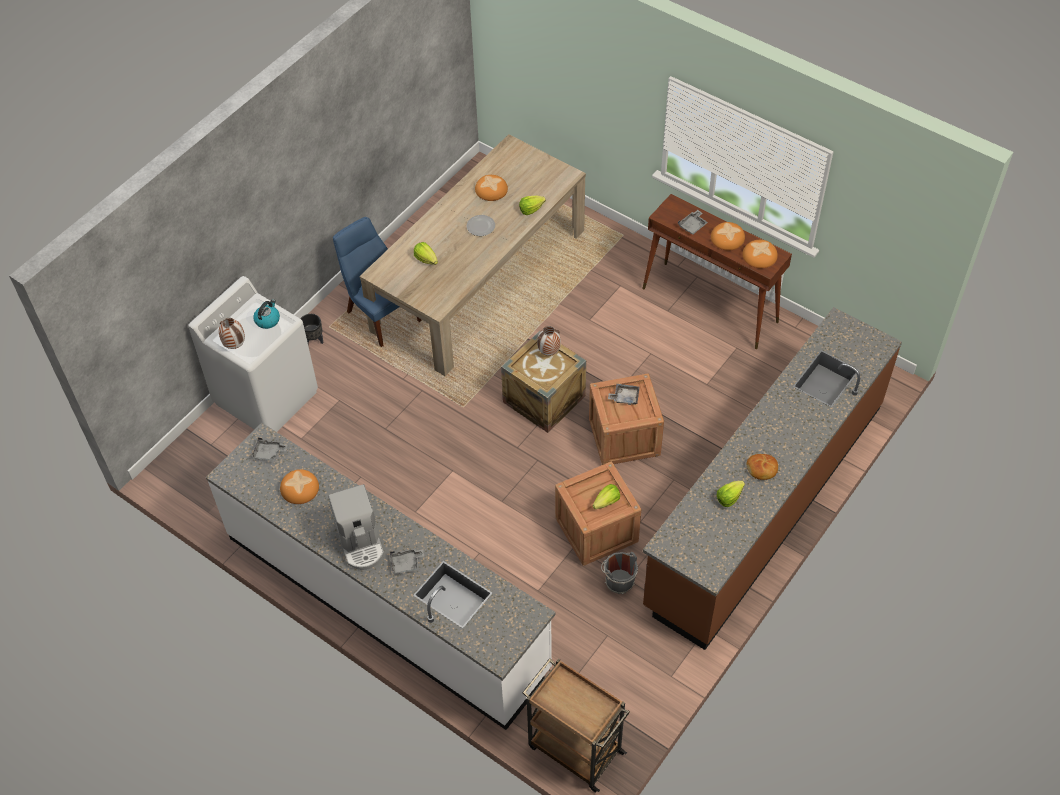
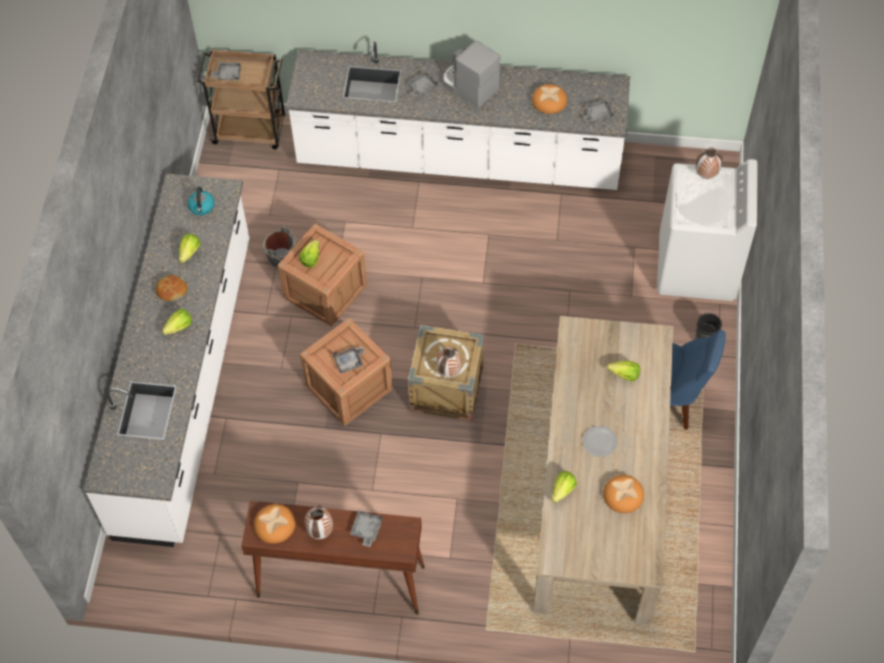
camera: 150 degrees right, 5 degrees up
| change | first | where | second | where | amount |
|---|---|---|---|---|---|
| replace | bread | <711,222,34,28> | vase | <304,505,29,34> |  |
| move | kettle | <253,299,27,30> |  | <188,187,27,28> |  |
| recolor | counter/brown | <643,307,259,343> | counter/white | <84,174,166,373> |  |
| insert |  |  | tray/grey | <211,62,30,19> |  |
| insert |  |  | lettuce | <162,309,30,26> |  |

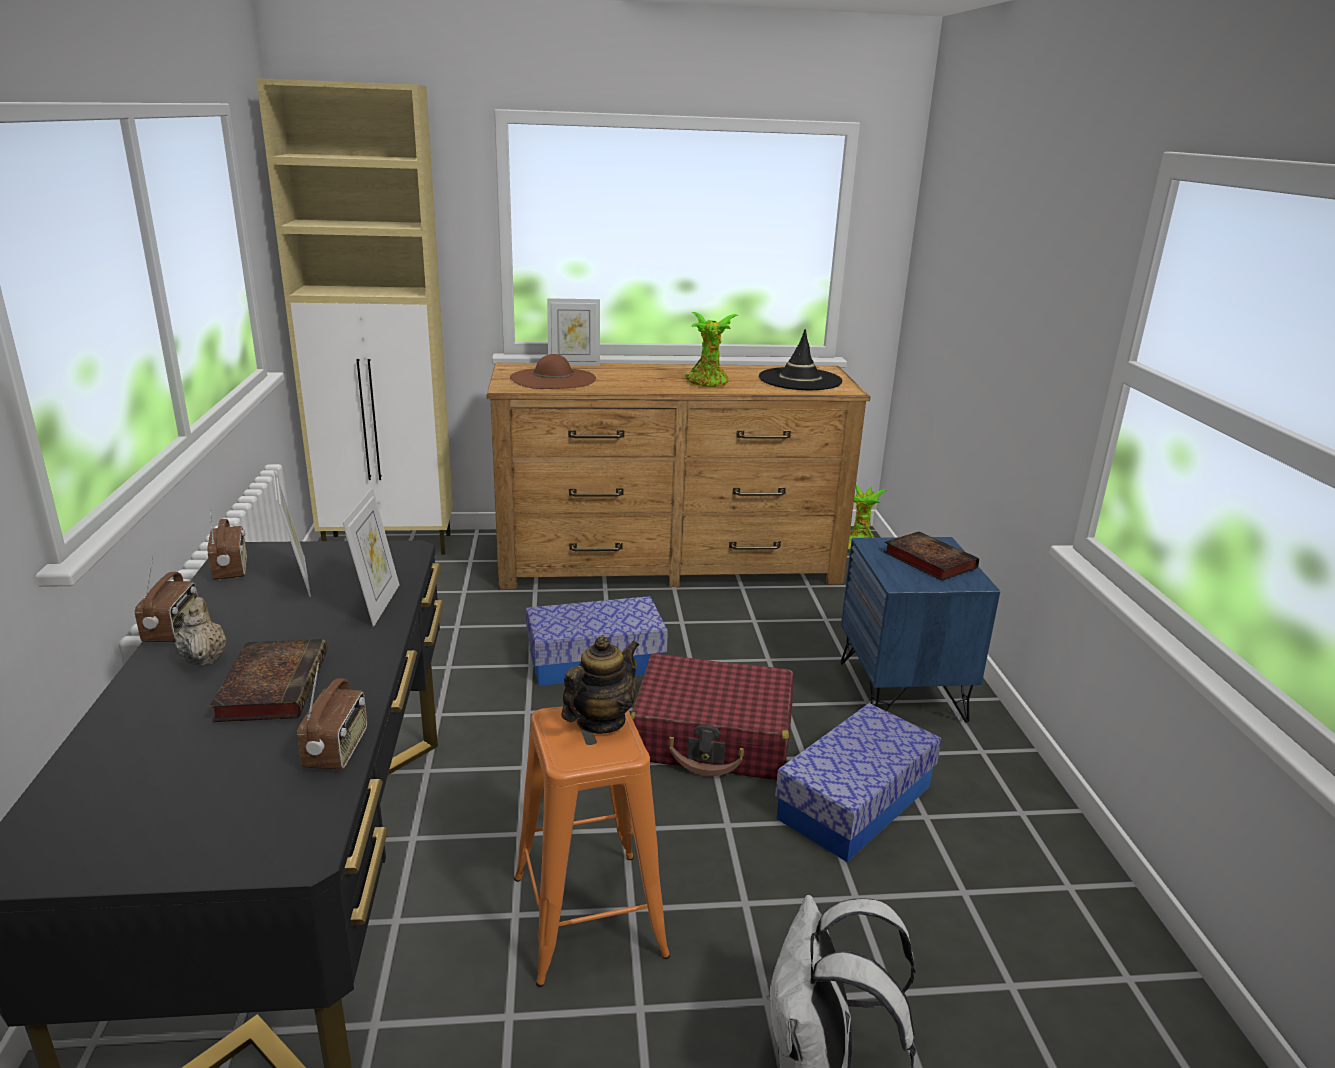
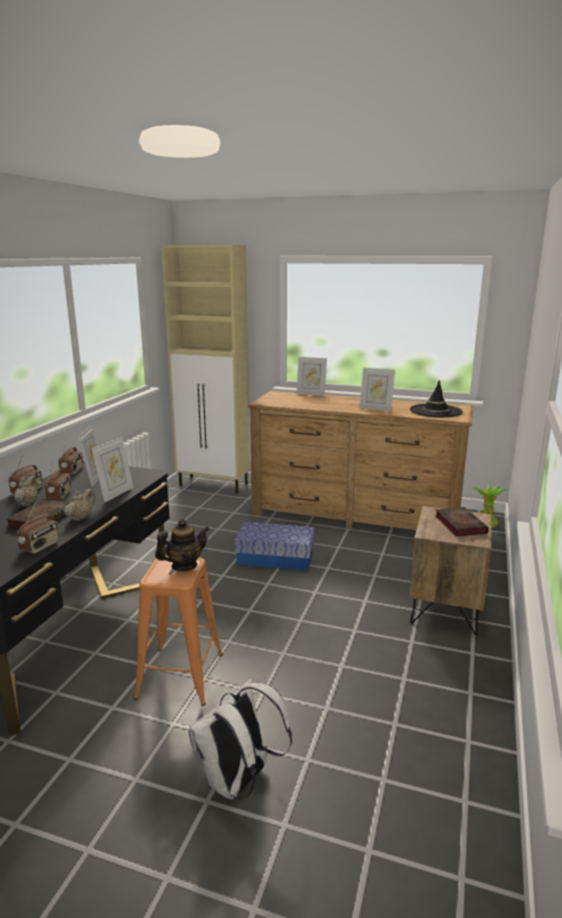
camera: 25 degrees right, 5 degrees down
| change | first | where | second | where | amount |
|---|---|---|---|---|---|
| replace | potted plant | <686,312,52,75> | picture frame | <359,368,36,43> |  |
| delete | hat/brown | <510,354,86,35> |  |  |  |
| recolor | nightstand/blue | <841,537,159,185> | nightstand/brown | <409,506,82,129> |  |
| delete | suitcase/red | <631,653,162,127> |  |  |  |
| delete | storage box | <775,703,167,159> |  |  |  |
| insert |  |  | radio | <44,463,28,37> |  |
| insert |  |  | teapot/beige | <64,489,31,32> |  |

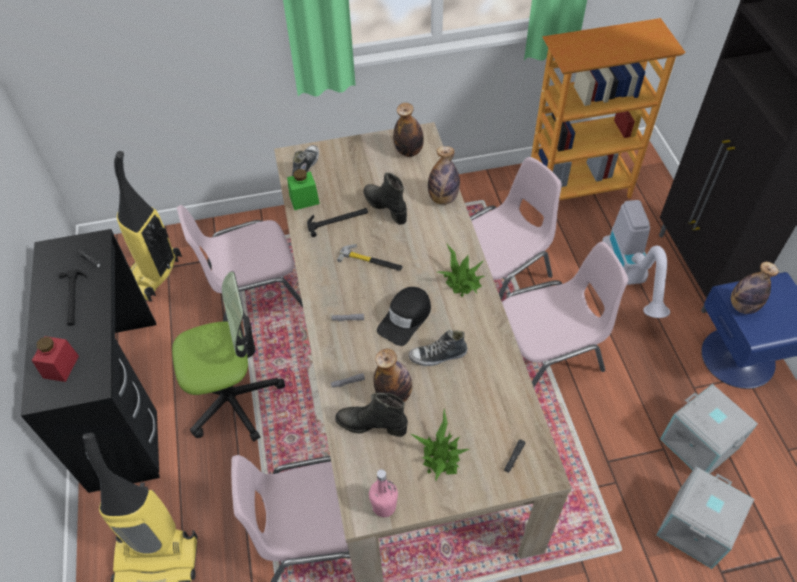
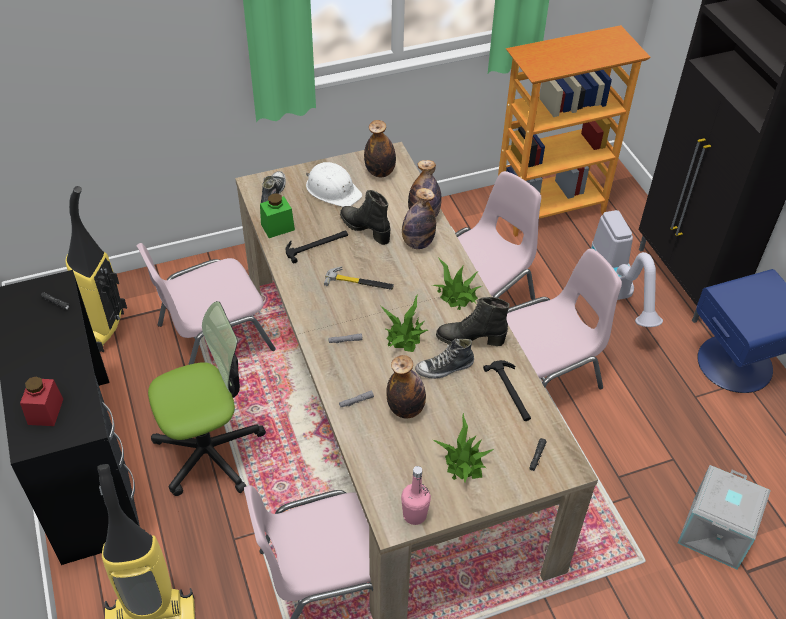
camera: 10 degrees left, 5 degrees down
| change | first | where | second | where | amount |
|---|---|---|---|---|---|
| move | bottle | <731,262,48,52> |  | <402,188,34,61> |  |
| move | hammer | <59,269,28,57> |  | <483,360,48,61> |  |
| replace | cap/black | <377,287,54,59> | potted plant | <381,294,47,58> |  |
| delete | storage box/grey | <660,384,98,90> |  |  |  |
| move | boot/black | <335,393,73,44> |  | <436,297,74,49> |  |
| insert |  |  | hard hat/white | <306,162,56,45> |  |

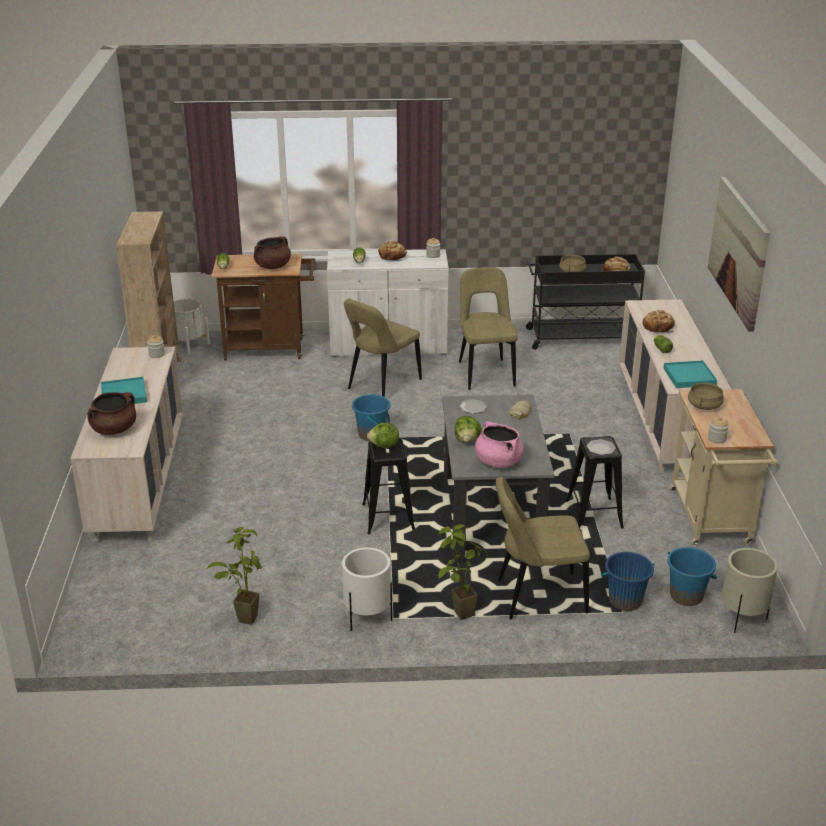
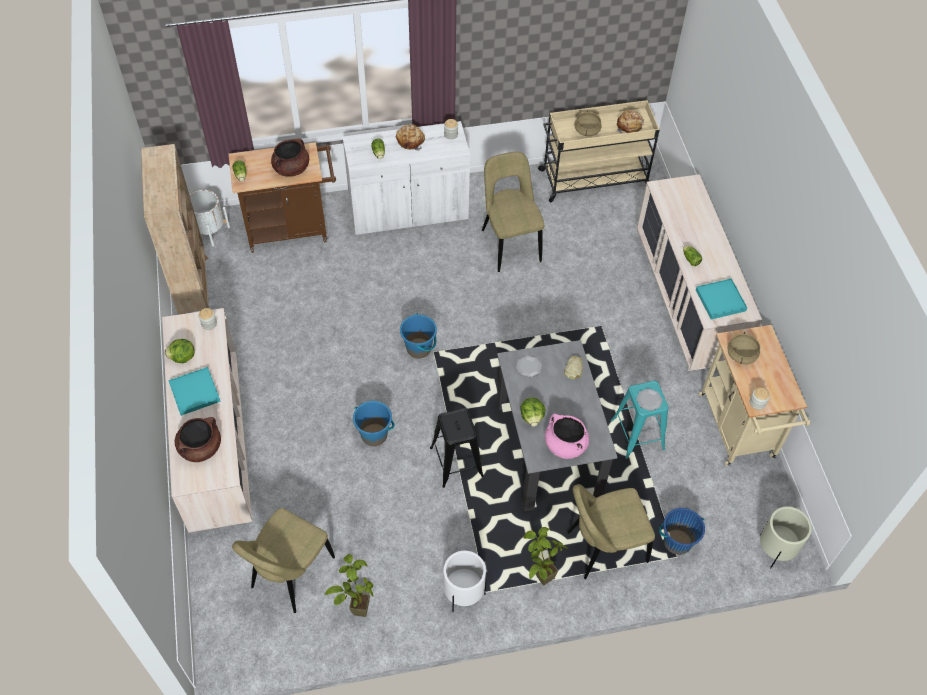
camera: 10 degrees left, 25 degrees up
| change | first | where | second | where | amount |
|---|---|---|---|---|---|
| delete | picture | <708,177,62,155> |  |  |  |
| recolor | cart/black | <526,254,119,96> | cart/beige | <538,100,122,102> |  |
| move | chair/beige | <344,299,78,98> |  | <232,508,103,105> |  |
| delete | bread | <643,310,32,23> |  |  |  |
| move | lettuce | <367,423,32,26> |  | <164,339,31,25> |  |
| recolor | stool/black | <566,436,58,92> | stool/turquoise | <611,381,58,78> |  |
| move | bucket/blue | <667,547,50,59> |  | <353,401,42,45> |  |

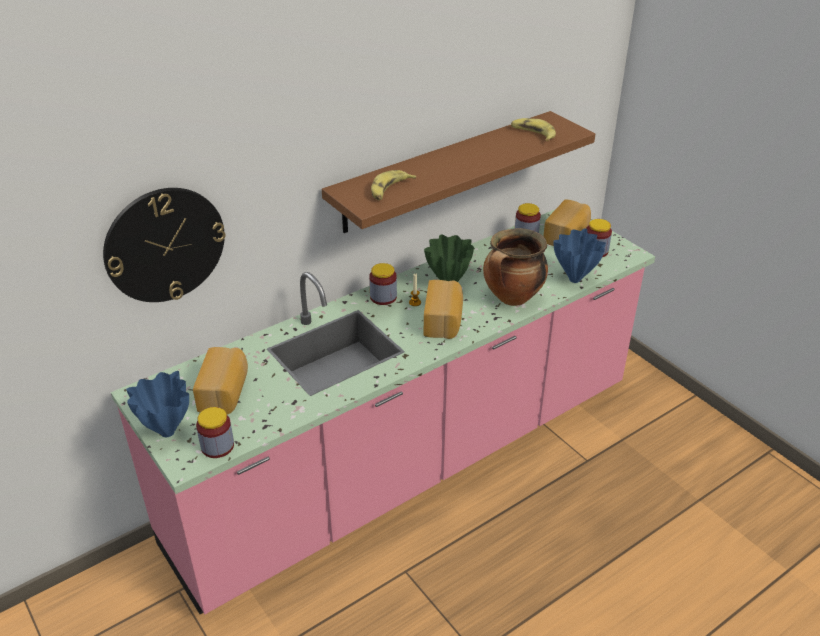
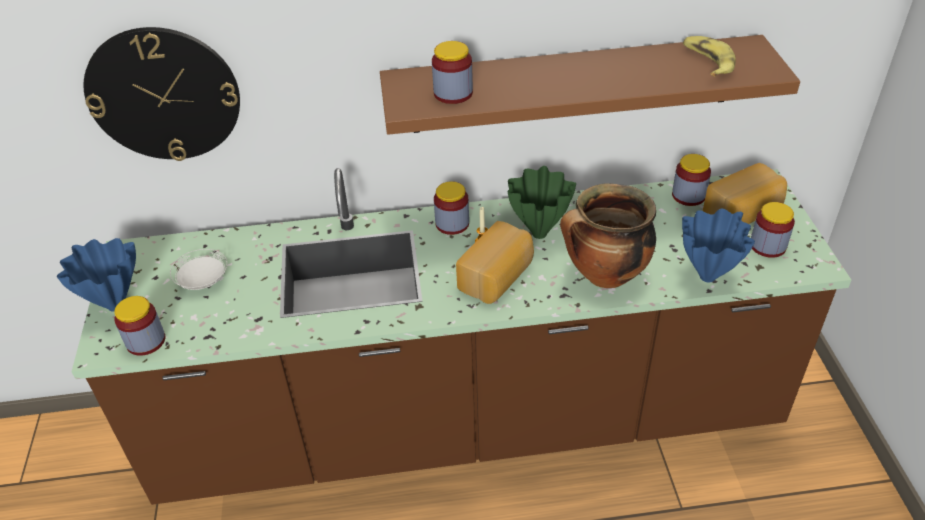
camera: 30 degrees right, 5 degrees up
| change | first | where | second | where | amount |
|---|---|---|---|---|---|
| replace | banana | <371,170,45,30> | jar | <432,41,41,63> |  |
| recolor | counter/pink | <111,210,544,404> | counter/brown | <72,168,779,337> |  |
| replace | bread | <193,347,55,68> | plate/white | <170,249,57,41> |  |

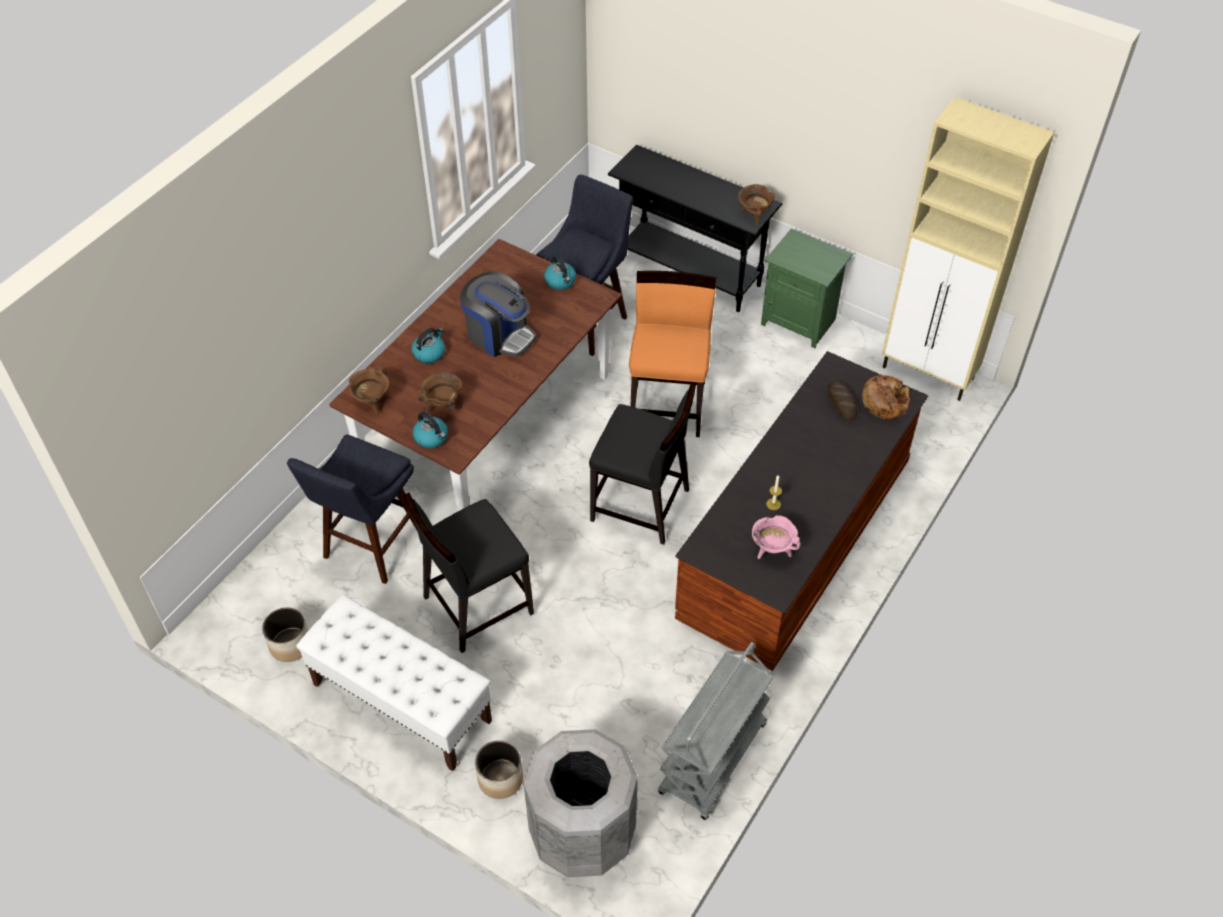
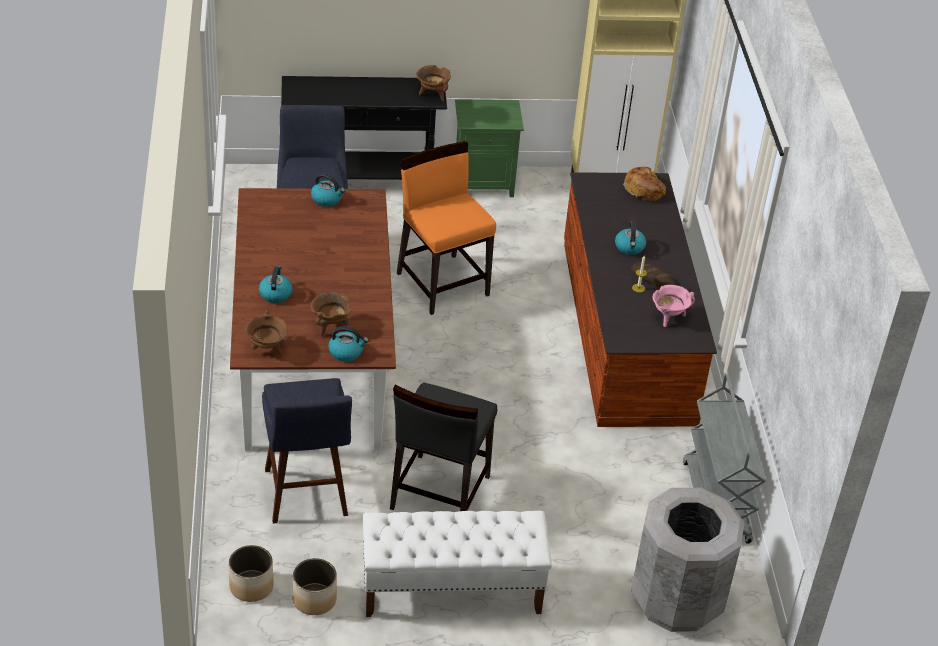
camera: 40 degrees left, 10 degrees down
| change | first | where | second | where | amount |
|---|---|---|---|---|---|
| delete | coffee machine | <460,271,76,86> |  |  |  |
| move | bread | <827,381,30,39> |  | <631,262,44,26> |  |
| delete | chair/black | <589,382,107,163> |  |  |  |
| move | planter | <475,740,48,59> |  | <229,545,44,57> |  |
| insert |  |  | kettle | <615,221,31,34> |  |

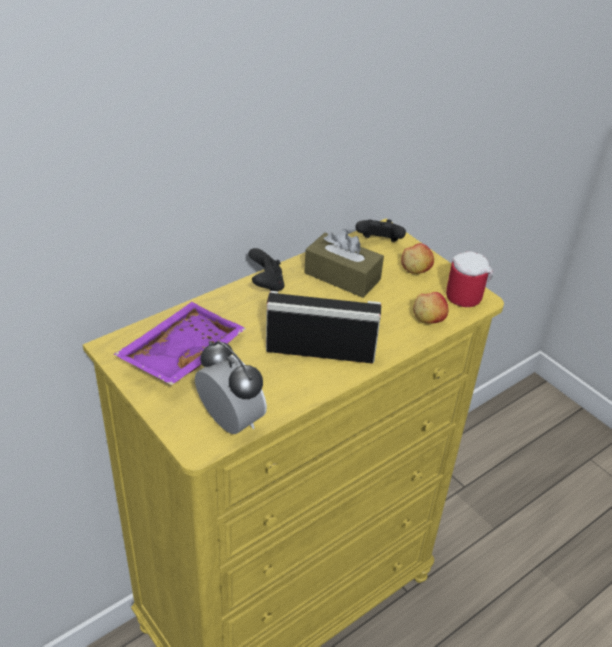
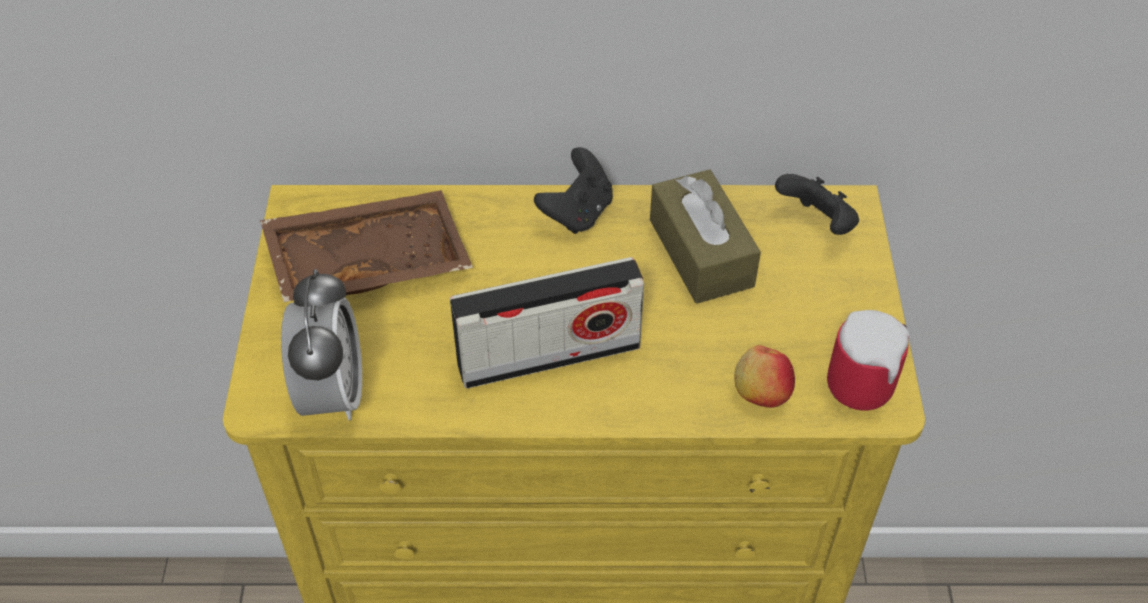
camera: 40 degrees right, 10 degrees up
| change | first | where | second | where | amount |
|---|---|---|---|---|---|
| delete | apple | <401,243,33,31> |  |  |  |
| rotate | radio | <266,291,116,73> |  | <450,257,194,131> | 120 degrees clockwise |
| recolor | tray/purple | <113,302,133,83> | tray/brown | <260,190,213,112> |  |

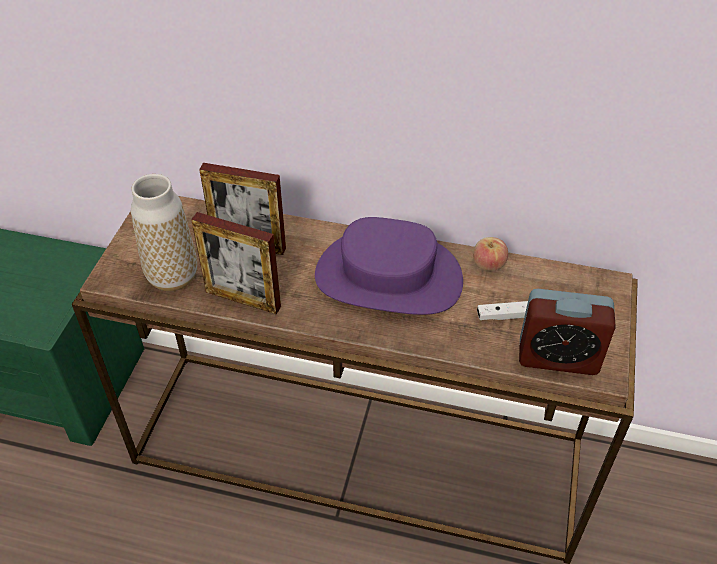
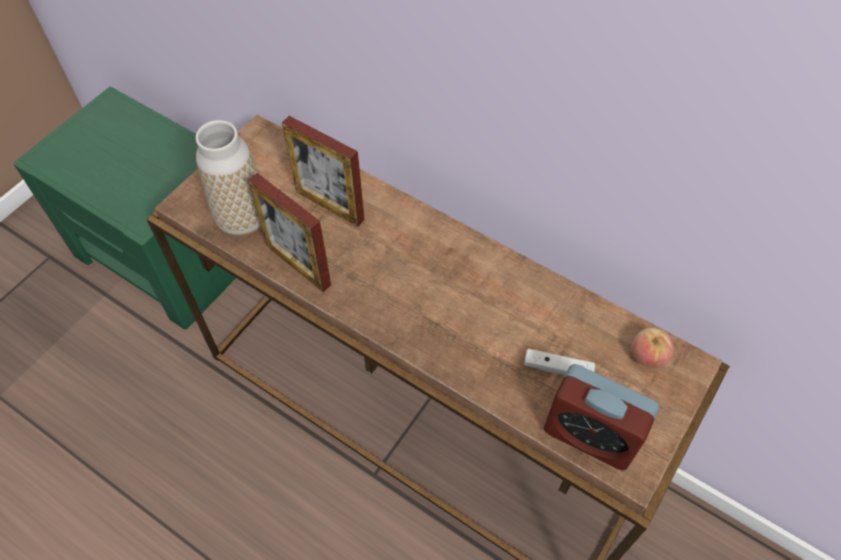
camera: 20 degrees right, 10 degrees up
| change | first | where | second | where | amount |
|---|---|---|---|---|---|
| delete | hat/purple | <315,217,148,98> |  |  |  |
| move | apple | <473,237,35,34> |  | <631,328,43,40> |  |

